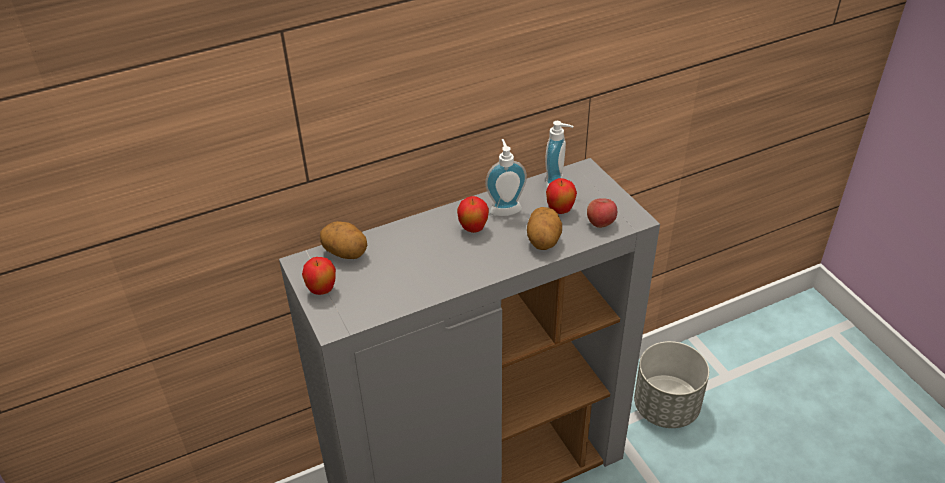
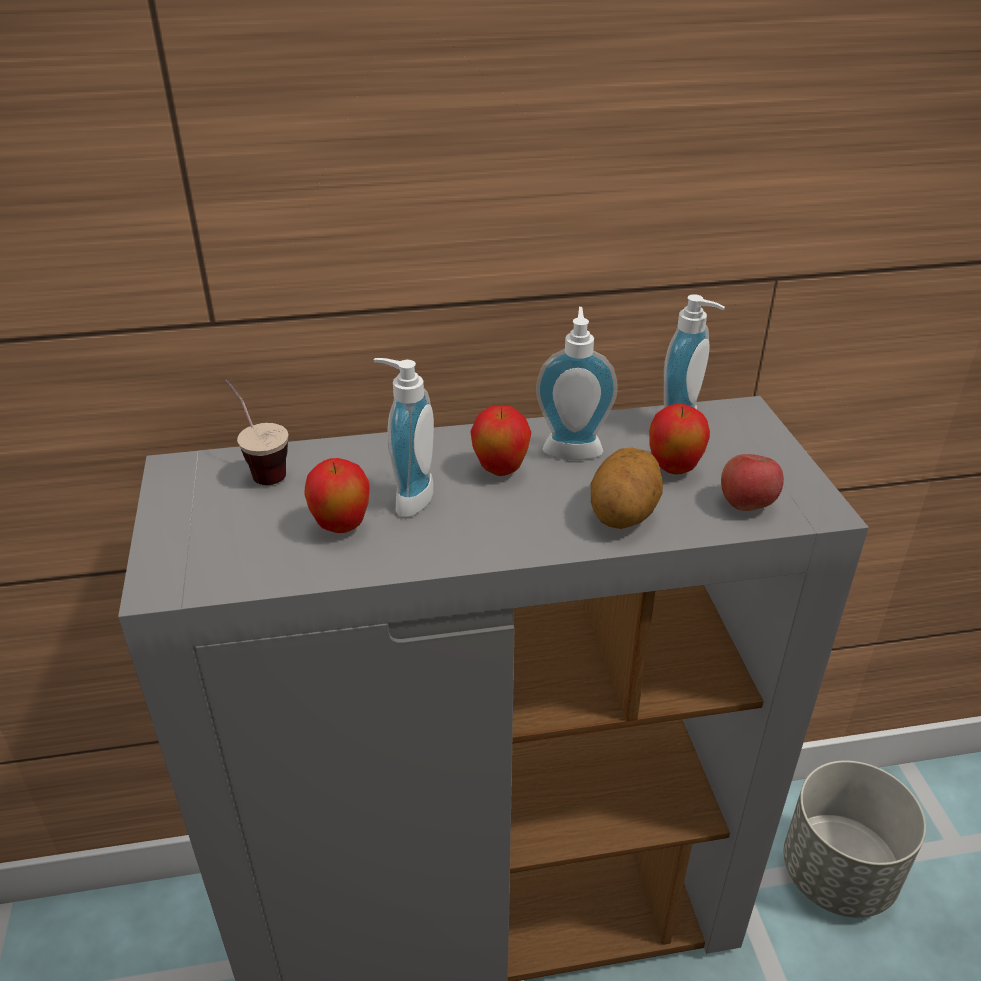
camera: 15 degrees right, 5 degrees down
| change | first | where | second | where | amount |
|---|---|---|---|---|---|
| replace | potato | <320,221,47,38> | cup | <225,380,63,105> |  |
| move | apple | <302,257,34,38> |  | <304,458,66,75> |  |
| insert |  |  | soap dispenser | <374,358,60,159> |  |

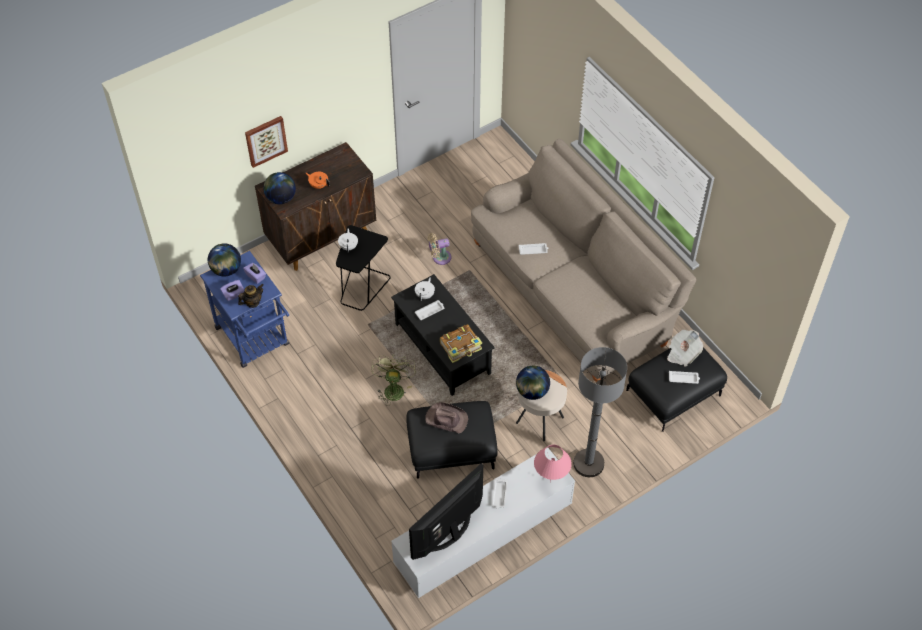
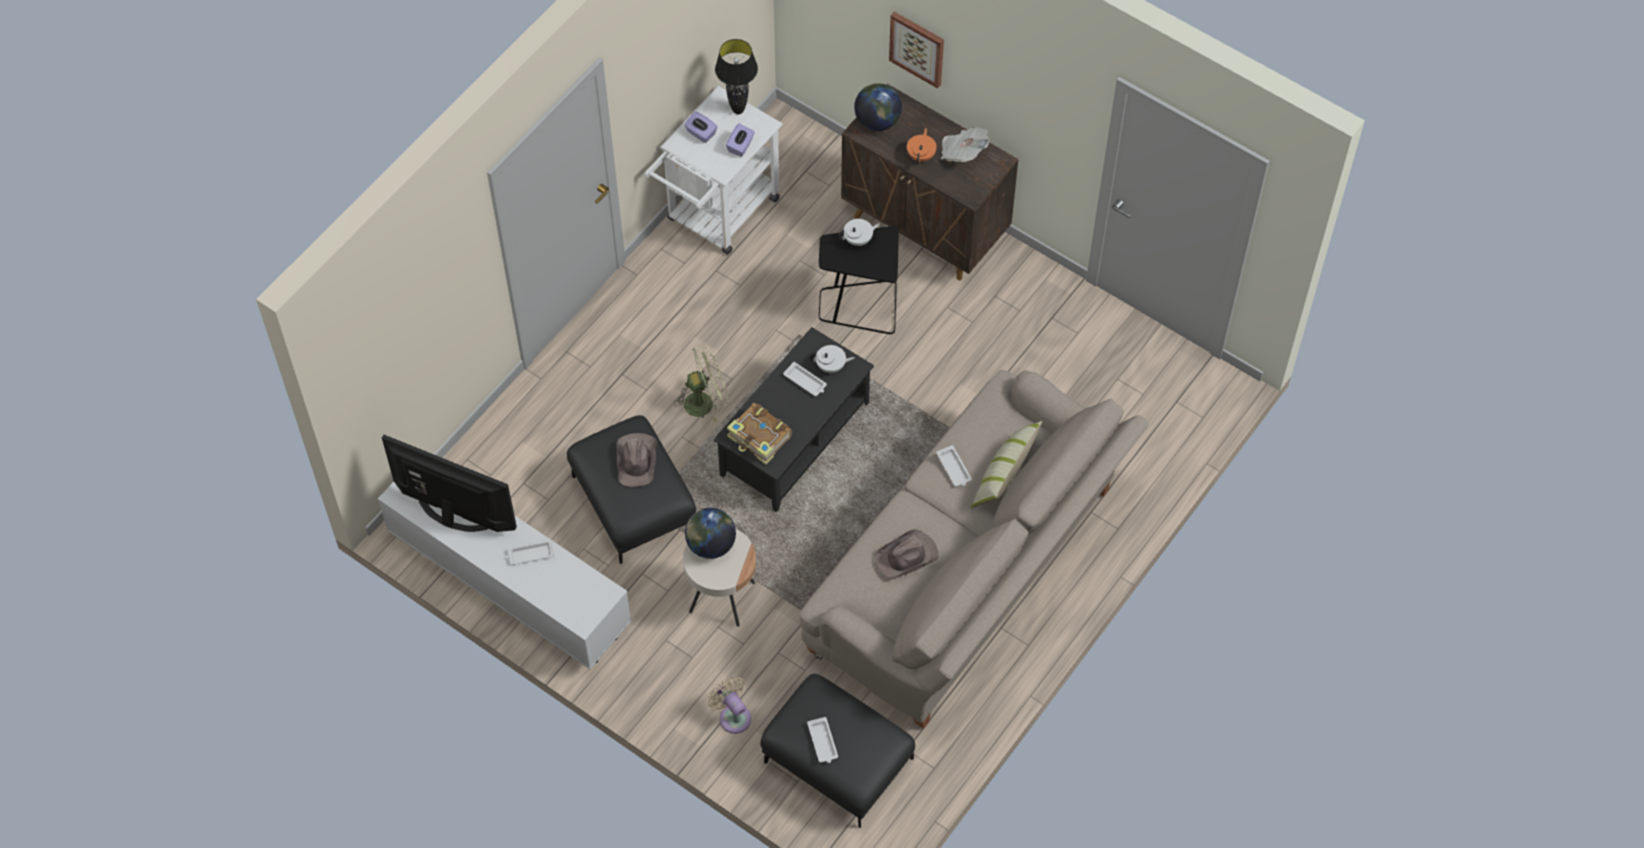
camera: 70 degrees right, 5 degrees up
| change | first | where | second | where | amount |
|---|---|---|---|---|---|
| move | fan/beige | <428,233,23,32> |  | <708,676,43,58> |  |
| replace | globe | <208,243,33,34> | table lamp/black | <715,39,43,75> |  |
| recolor | cart/blue | <200,251,89,117> | cart/white | <645,86,138,169> |  |
| delete | teapot | <238,284,26,24> |  |  |  |
| move | newspaper | <667,330,36,37> |  | <941,127,48,35> |  |
| delete | floor lamp/grey | <573,347,54,130> |  |  |  |
| delete | table lamp/pink | <534,445,38,37> |  |  |  |
| insert |  |  | pillow | <971,421,71,88> |  |
| insert |  |  | hat/brown | <875,529,64,50> |  |

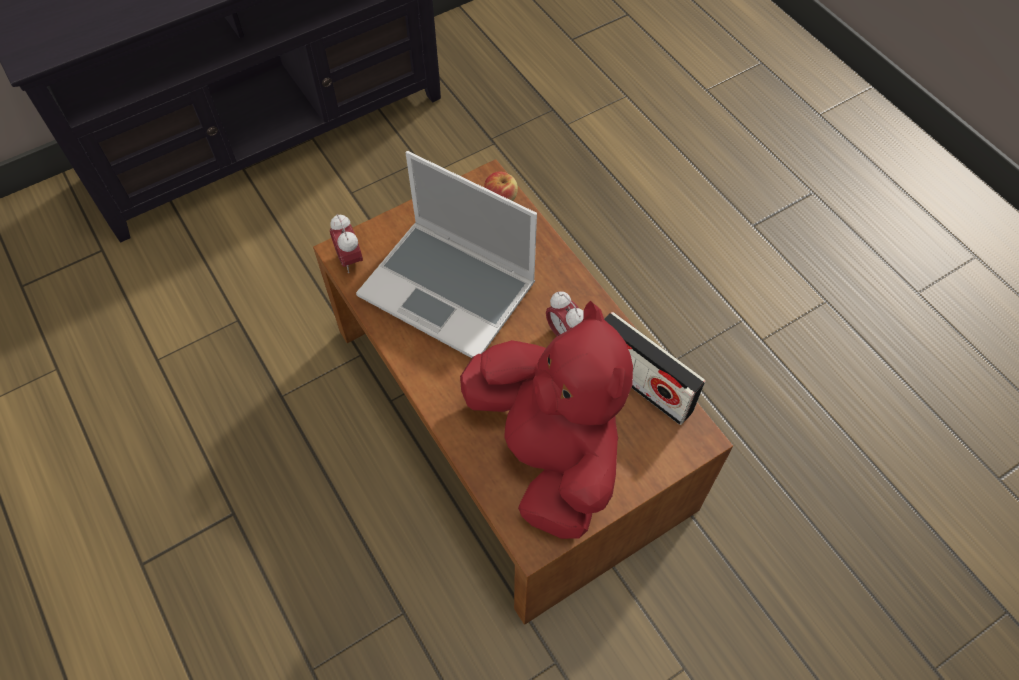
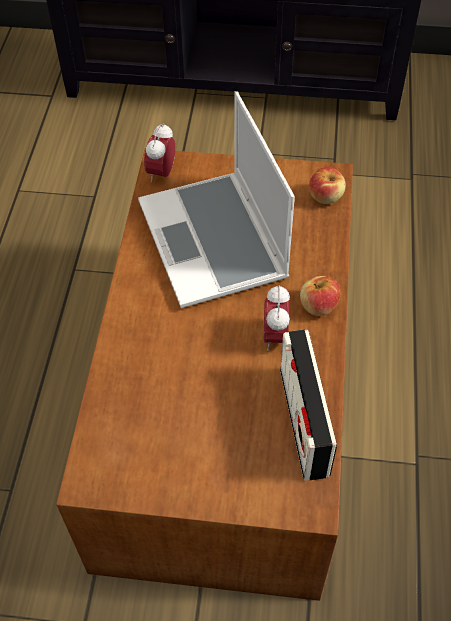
camera: 40 degrees right, 5 degrees down
| change | first | where | second | where | amount |
|---|---|---|---|---|---|
| delete | plush toy/red | <460,301,173,238> |  |  |  |
| insert |  |  | apple | <300,275,41,41> |  |

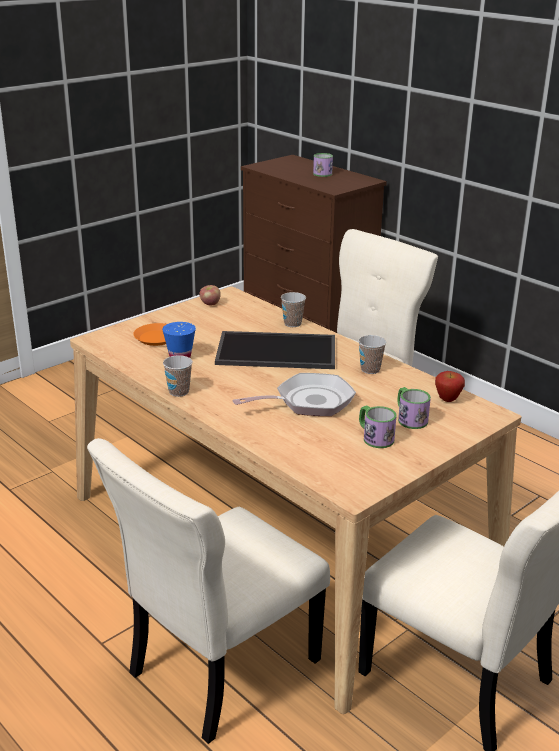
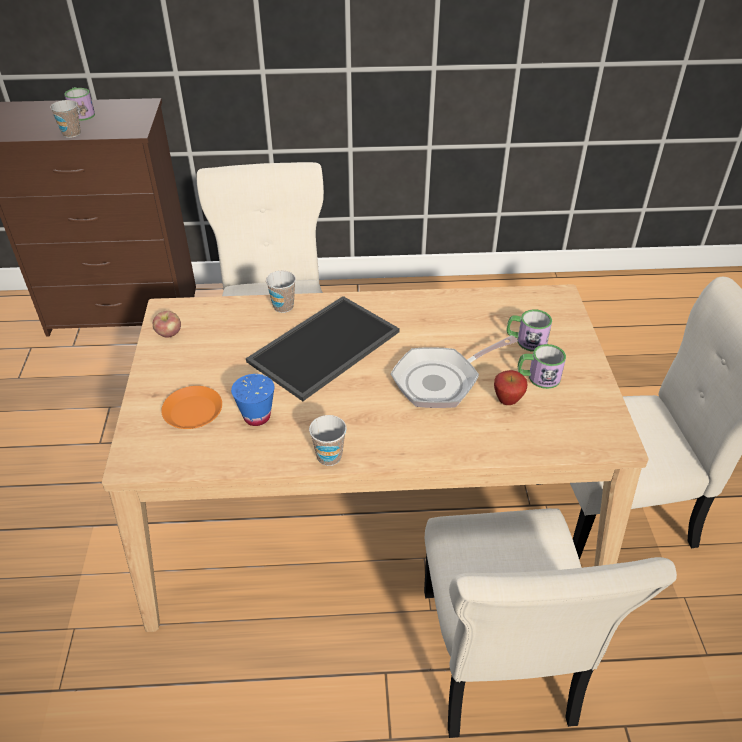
camera: 50 degrees left, 15 degrees up
| change | first | where | second | where | amount |
|---|---|---|---|---|---|
| move | cup | <358,335,28,39> |  | <50,100,31,38> |  |
| move | apple | <435,371,30,31> |  | <494,370,33,35> |  |
| rotate | frying pan | <232,373,124,43> |  | <391,335,127,73> | 135 degrees counterclockwise |

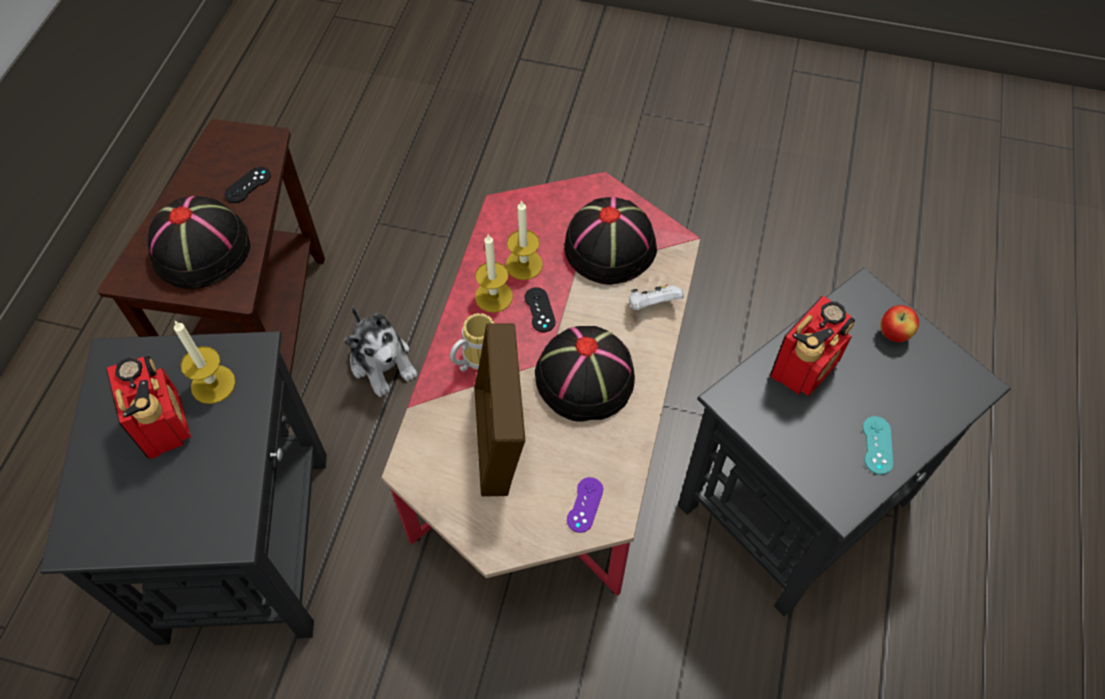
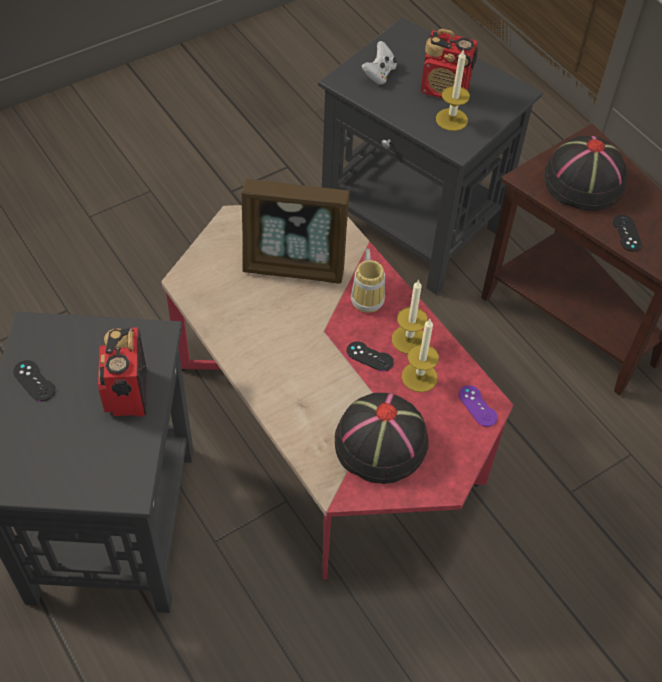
camera: 130 degrees right, 5 degrees down
| change | first | where | second | where | amount |
|---|---|---|---|---|---|
| move | game controller/white | <629,284,55,26> |  | <361,41,37,43> |  |
| delete | apple | <880,305,39,37> |  |  |  |
| delete | plush toy | <344,306,74,91> |  |  |  |
| rotate | picture frame | <474,323,51,173> |  | <241,179,109,105> | 150 degrees clockwise |
| delete | hat/black | <535,326,100,96> |  |  |  |
| recolor | game controller/turquoise | <863,416,30,59> | game controller/black | <13,360,42,42> |  |
| move | game controller/purple | <567,477,36,56> |  | <459,385,38,42> |  |

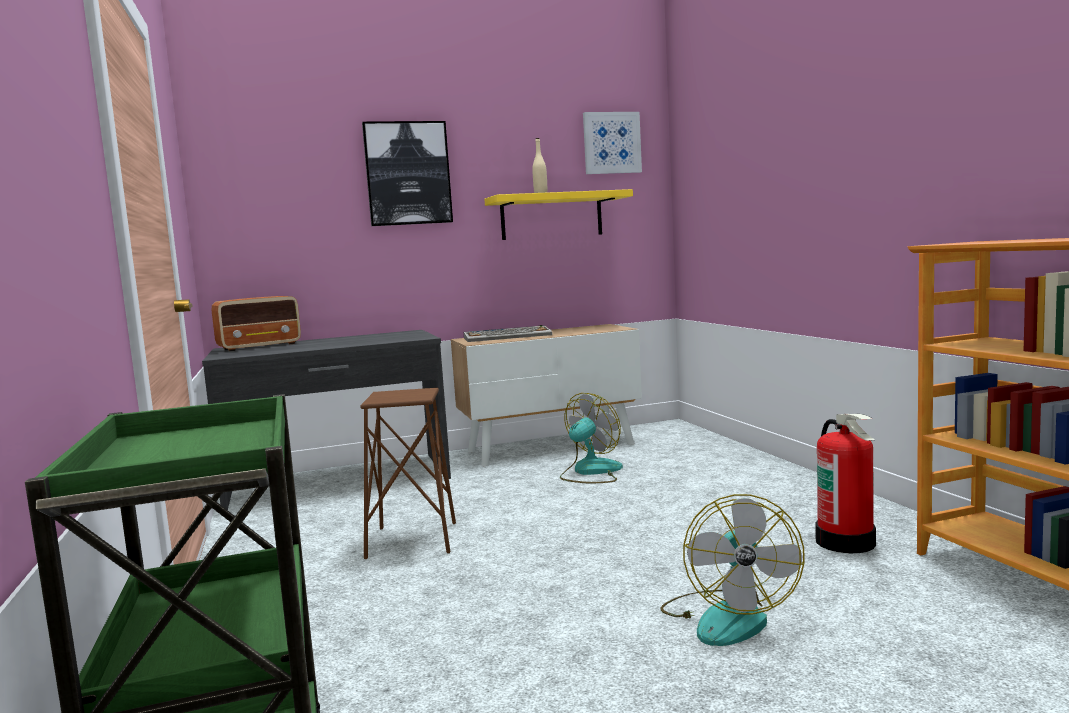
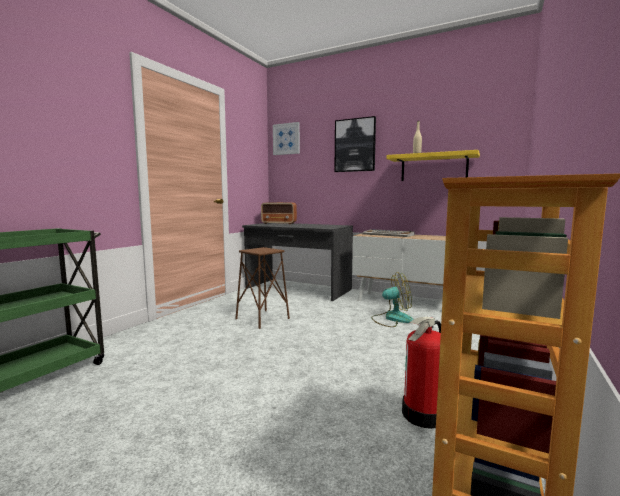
camera: 45 degrees right, 0 degrees up
| change | first | where | second | where | amount |
|---|---|---|---|---|---|
| move | picture | <583,112,59,62> |  | <273,122,27,33> |  |
| delete | fan | <660,494,145,152> |  |  |  |

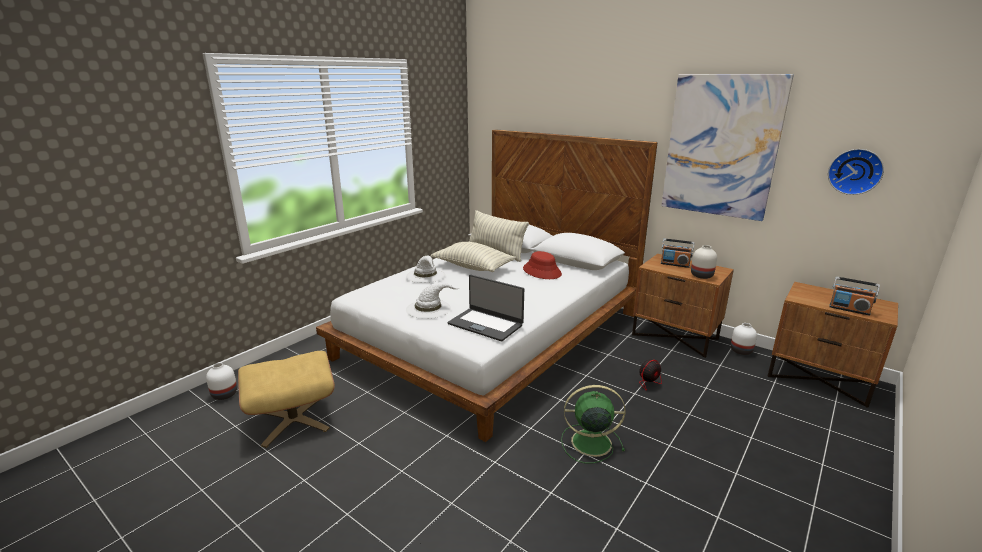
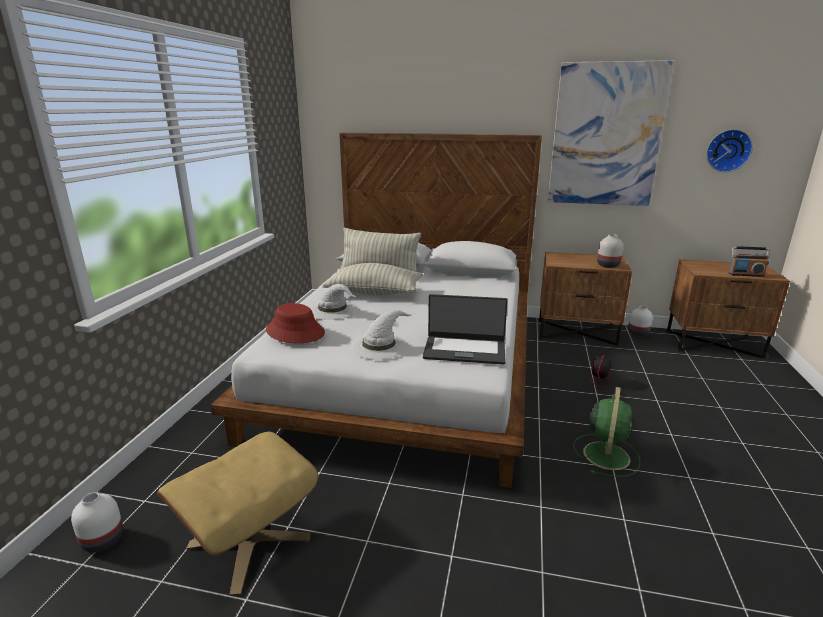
camera: 25 degrees left, 0 degrees up
| change | first | where | second | where | amount |
|---|---|---|---|---|---|
| delete | radio | <661,238,34,30> |  |  |  |
| move | hat/red | <523,251,39,28> |  | <266,303,59,40> |  |
| rotate | fan/green | <561,385,65,78> |  | <573,387,67,90> | 135 degrees clockwise |

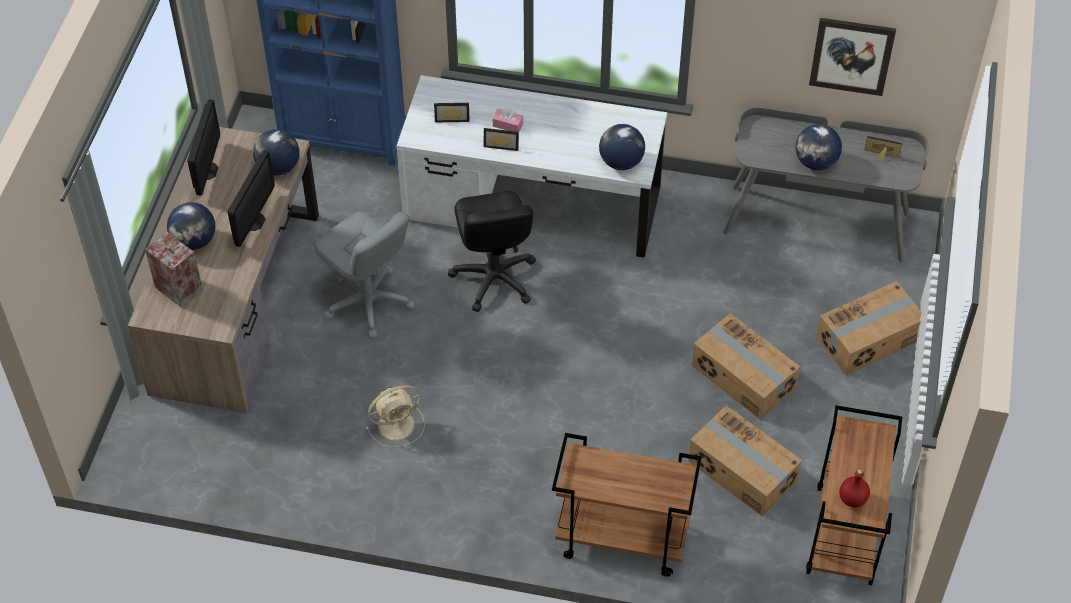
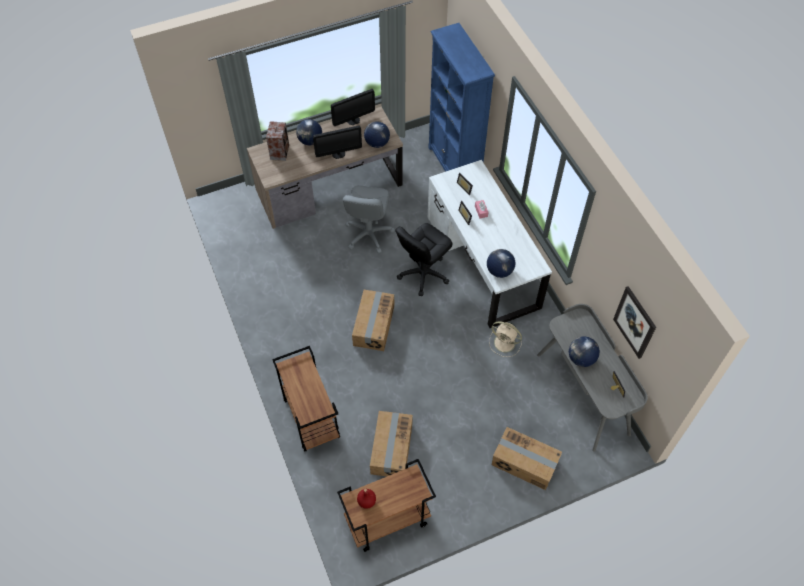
camera: 55 degrees right, 5 degrees up
| change | first | where | second | where | amount |
|---|---|---|---|---|---|
| move | cardboard box | <692,313,108,107> |  | <352,290,42,61> |  |
| move | fan/beige | <366,385,59,63> |  | <489,322,33,35> |  |

